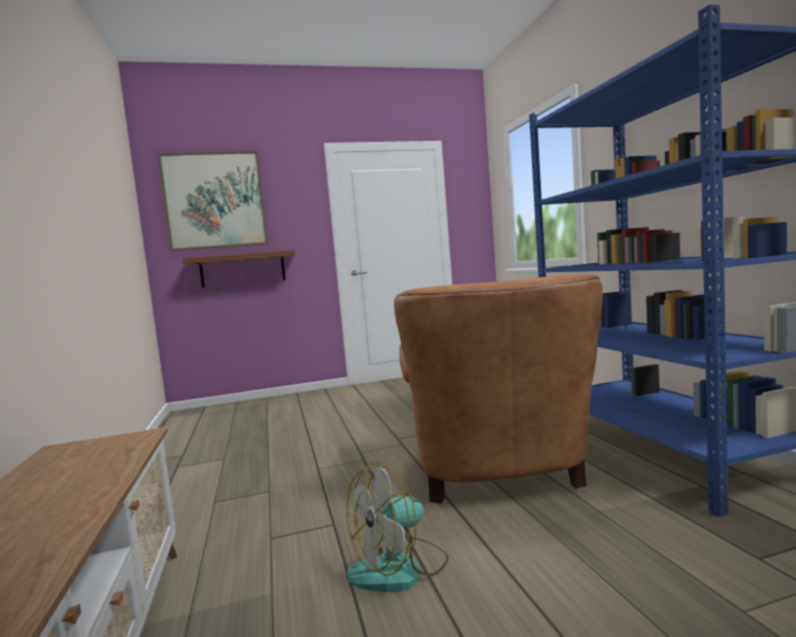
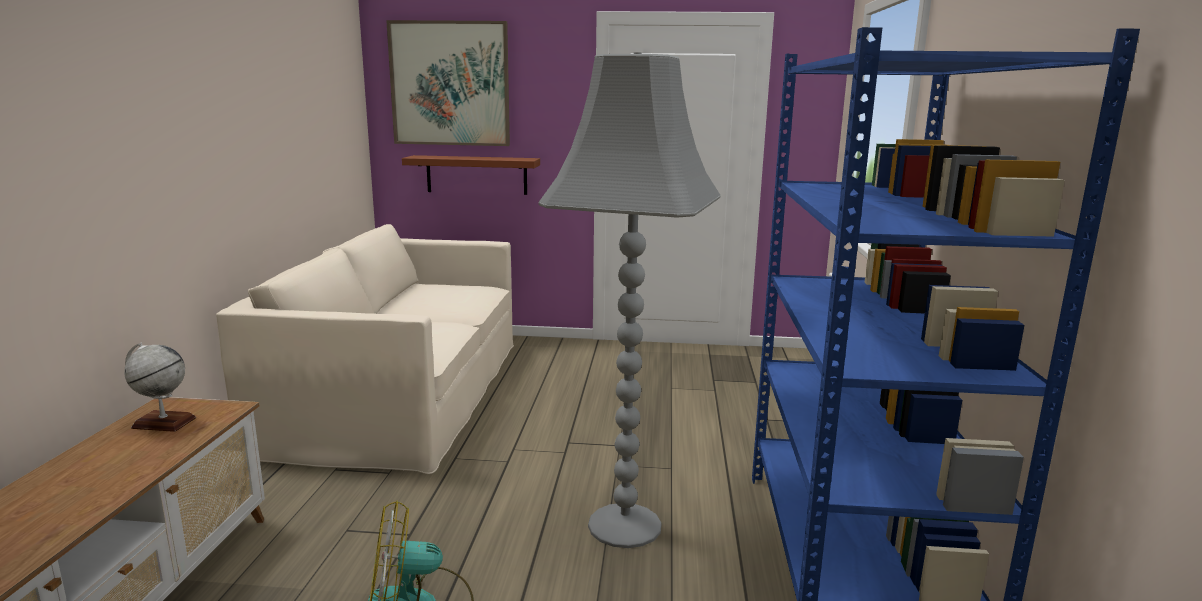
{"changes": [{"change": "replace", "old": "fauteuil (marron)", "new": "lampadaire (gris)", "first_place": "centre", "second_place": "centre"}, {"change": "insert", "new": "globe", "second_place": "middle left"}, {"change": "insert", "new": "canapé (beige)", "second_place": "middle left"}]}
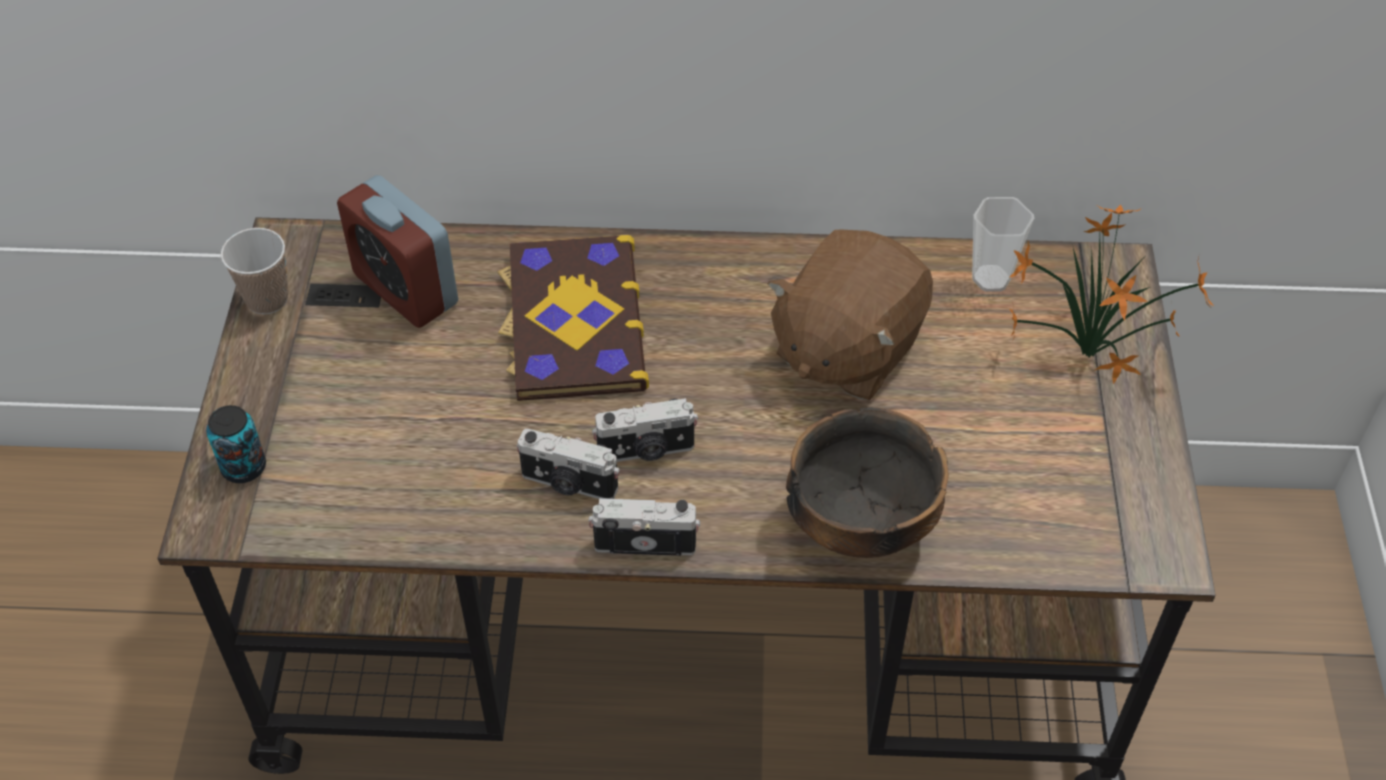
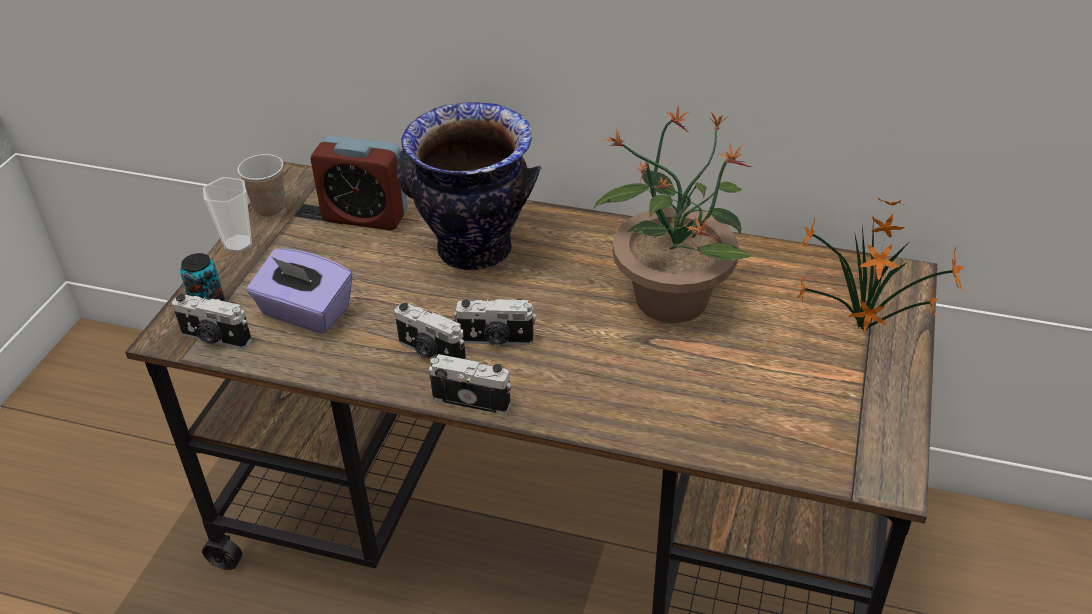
{"changes": [{"change": "rotate", "old": "réveil", "first_place": "top left", "second_place": "top left", "degrees": -45}, {"change": "replace", "old": "livre", "new": "vase", "first_place": "centre", "second_place": "top centre"}, {"change": "replace", "old": "peluche (marron)", "new": "plante en pot (1st from left)", "first_place": "centre", "second_place": "centre"}, {"change": "delete", "old": "bol", "first_place": "centre"}, {"change": "move", "old": "tasse (2nd from left in the first image)", "new": "tasse (1st from left)", "first_place": "top right", "second_place": "middle left"}, {"change": "insert", "new": "appareil photo (1st from left)", "second_place": "middle left"}, {"change": "insert", "new": "boîte à mouchoirs (violet)", "second_place": "middle left"}]}
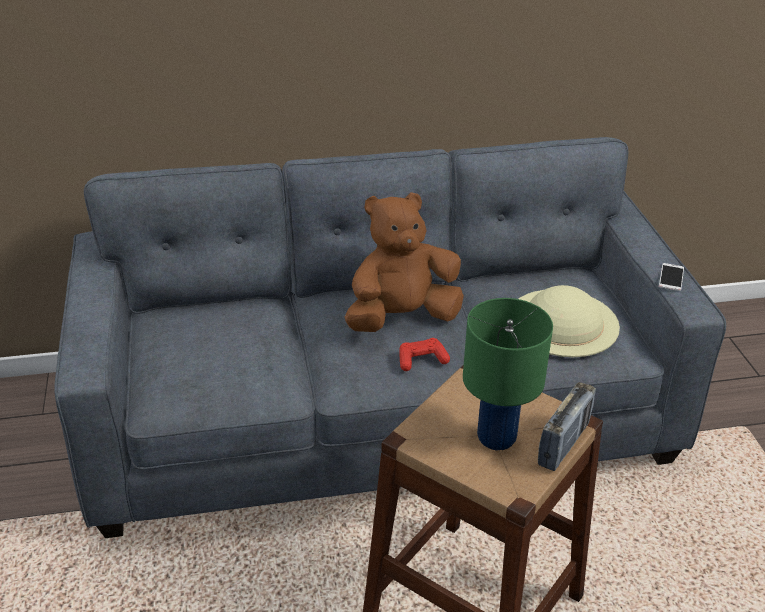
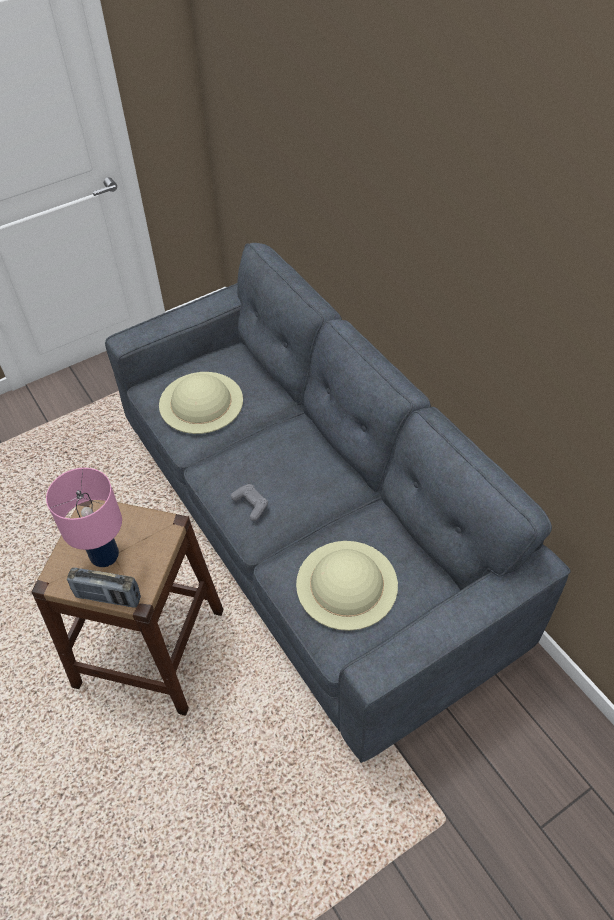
{"changes": [{"change": "delete", "old": "peluche (marron)", "first_place": "centre"}, {"change": "recolor", "old": "manette (rouge)", "new": "manette (gris)", "first_place": "centre", "second_place": "centre"}, {"change": "recolor", "old": "lampe de table (vert)", "new": "lampe de table (rose)", "first_place": "centre", "second_place": "middle left"}, {"change": "delete", "old": "téléphone", "first_place": "middle right"}, {"change": "insert", "new": "chapeau (beige) (1st from left)", "second_place": "middle left"}]}
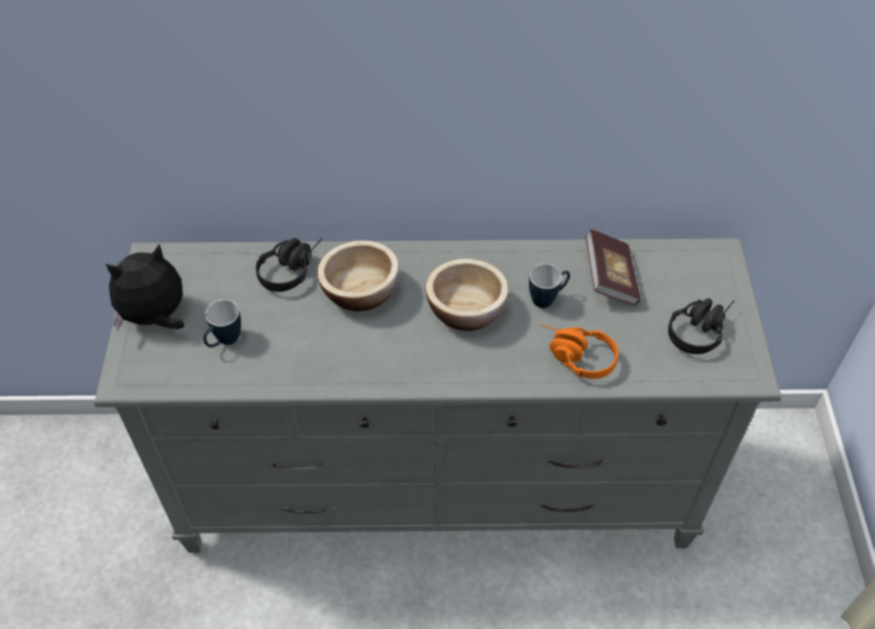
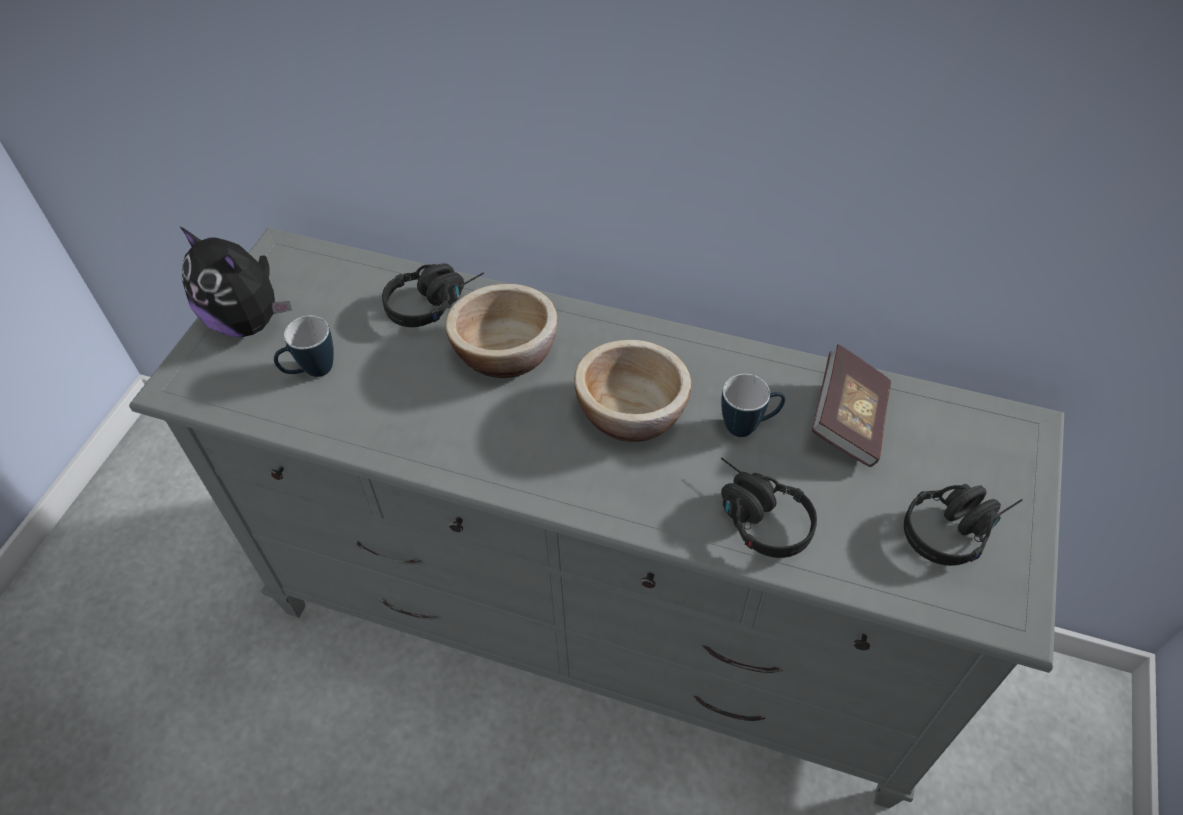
{"changes": [{"change": "rotate", "old": "peluche", "first_place": "middle left", "second_place": "middle left", "degrees": -135}, {"change": "recolor", "old": "casque audio (orange)", "new": "casque audio (noir) (2nd from left)", "first_place": "centre", "second_place": "centre"}]}
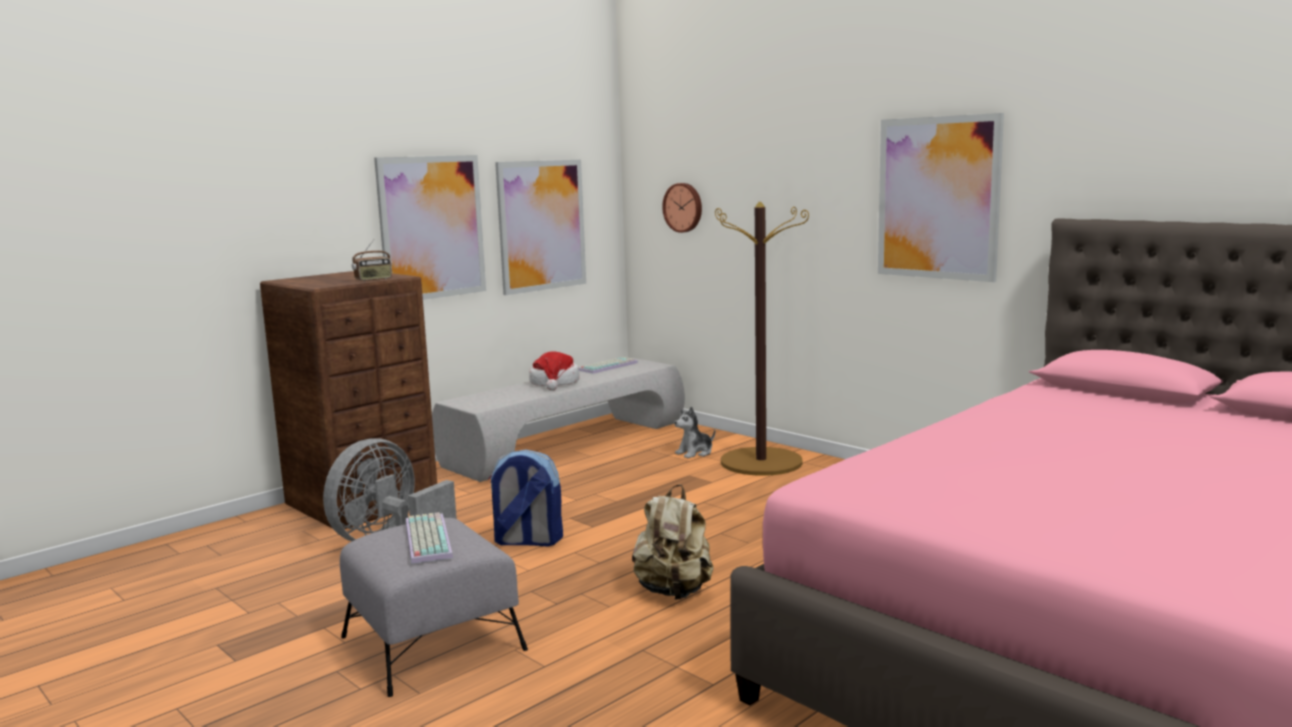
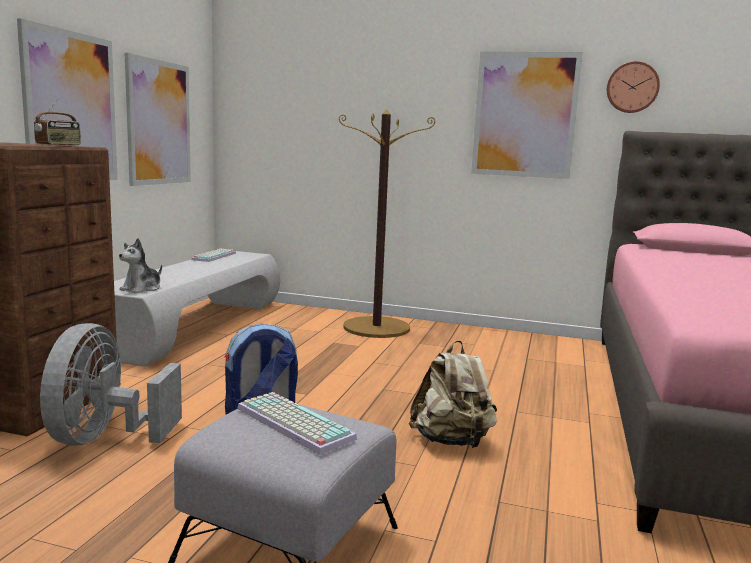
{"changes": [{"change": "delete", "old": "chapeau", "first_place": "centre"}, {"change": "move", "old": "horloge murale", "first_place": "top centre", "second_place": "top right"}, {"change": "move", "old": "peluche", "first_place": "centre", "second_place": "middle left"}]}
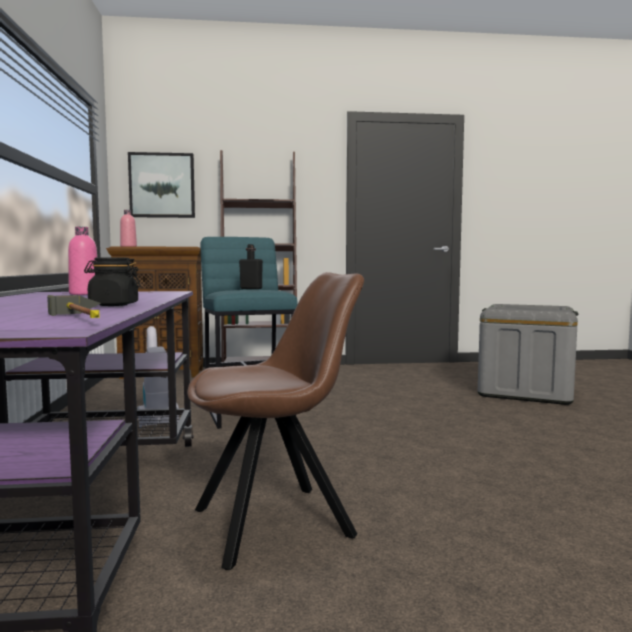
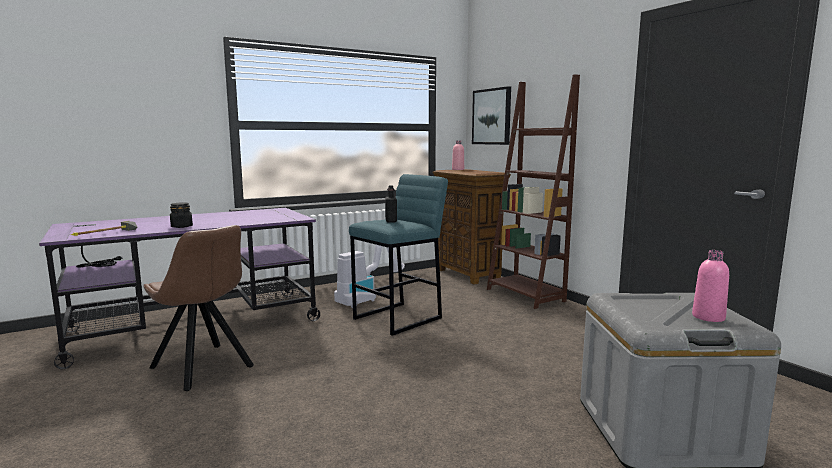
{"changes": [{"change": "move", "old": "bouteille (rose) (1st from left in the first image)", "new": "bouteille (rose) (2nd from left)", "first_place": "middle left", "second_place": "middle right"}]}
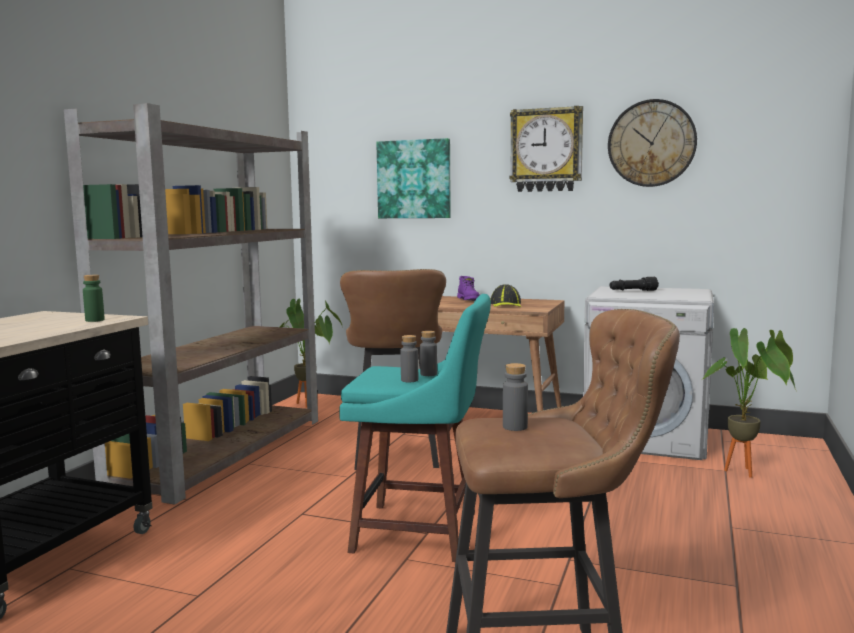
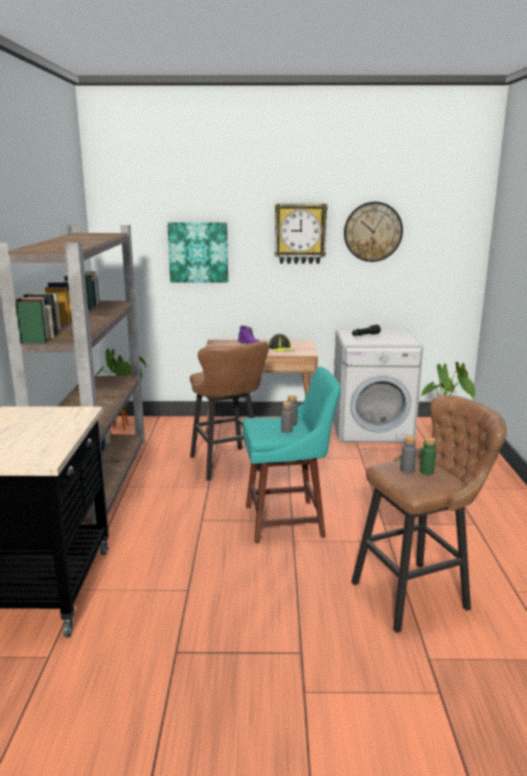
{"changes": [{"change": "move", "old": "bouteille (vert)", "first_place": "middle left", "second_place": "middle right"}]}
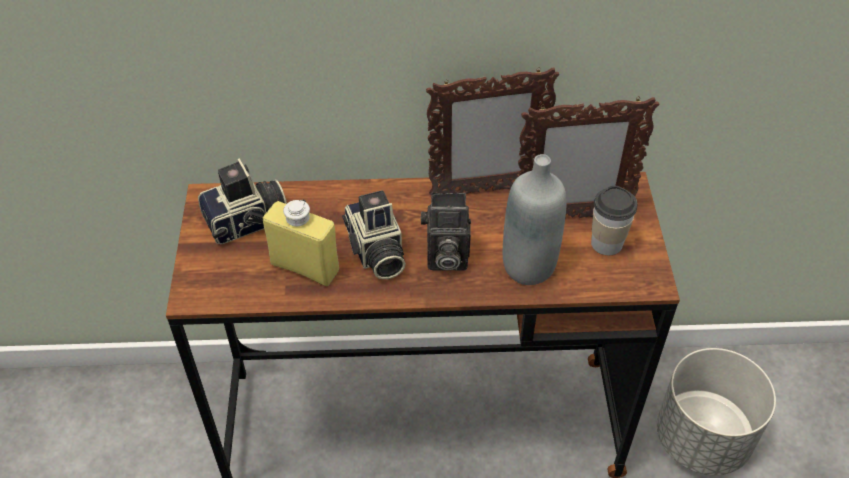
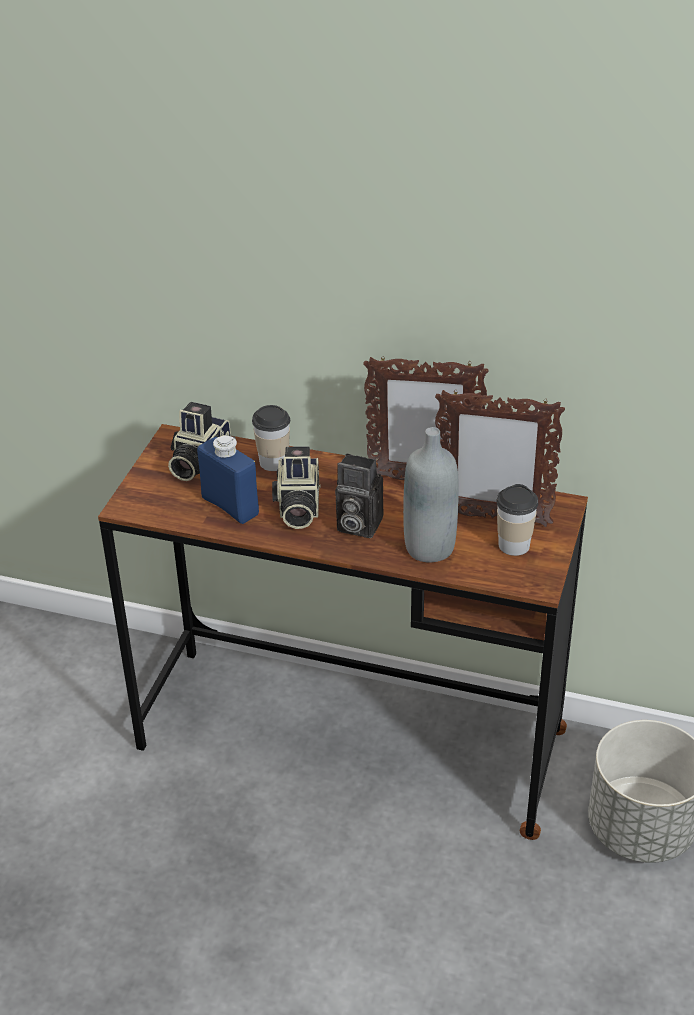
{"changes": [{"change": "rotate", "old": "appareil photo (1st from left)", "first_place": "middle left", "second_place": "middle left", "degrees": 120}, {"change": "recolor", "old": "bouteille (jaune)", "new": "bouteille (bleu)", "first_place": "centre", "second_place": "middle left"}, {"change": "insert", "new": "tasse (1st from left)", "second_place": "centre"}]}
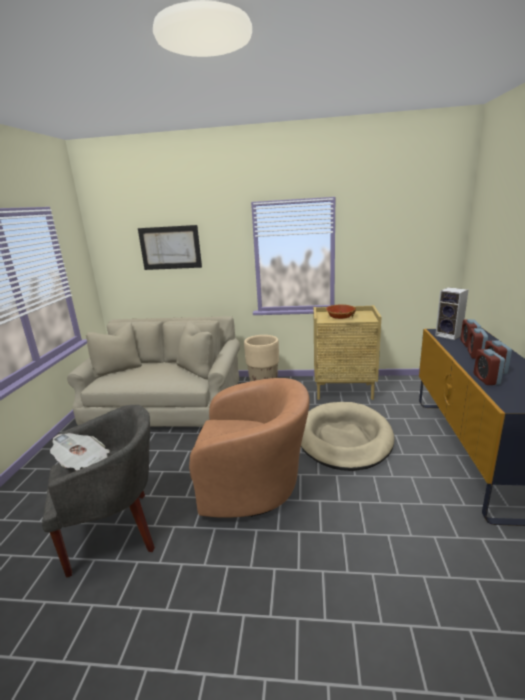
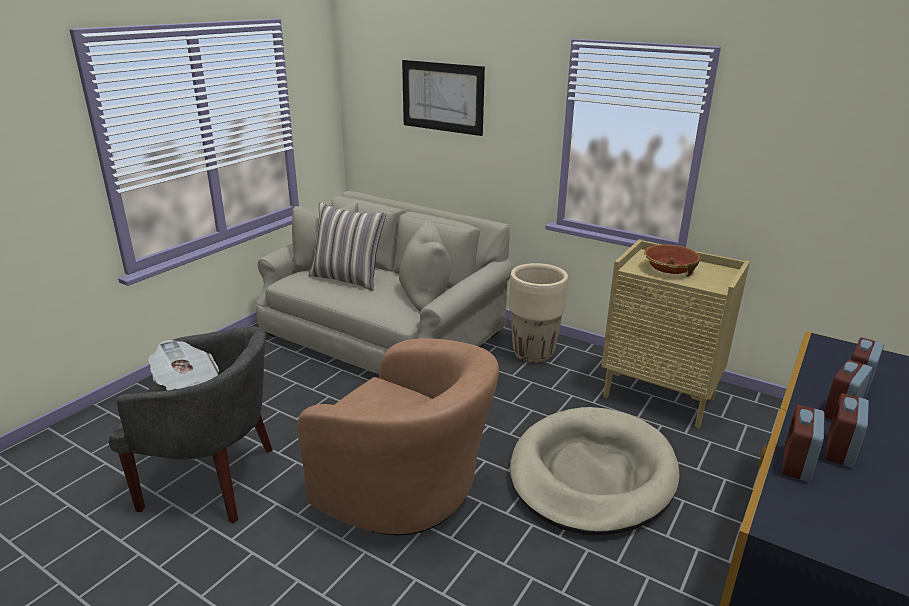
{"changes": [{"change": "delete", "old": "enceinte", "first_place": "middle right"}, {"change": "insert", "new": "coussin", "second_place": "centre"}]}
